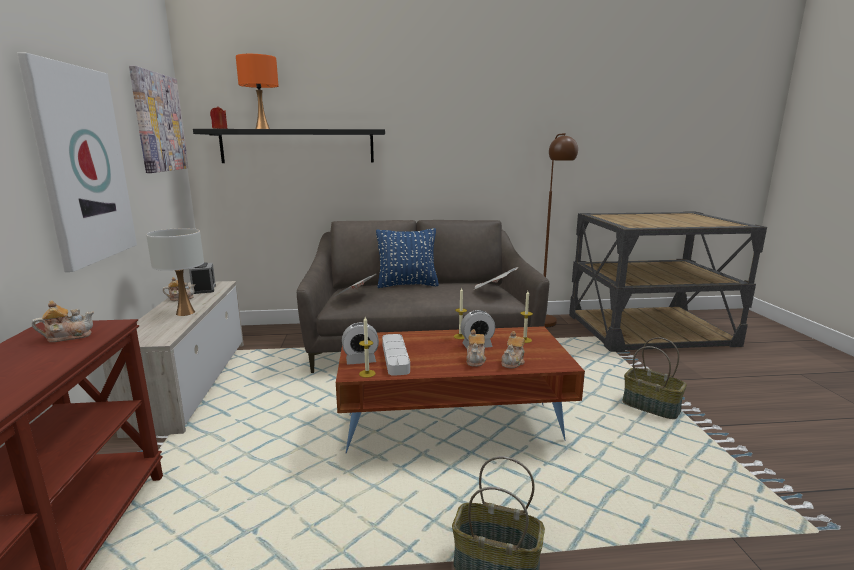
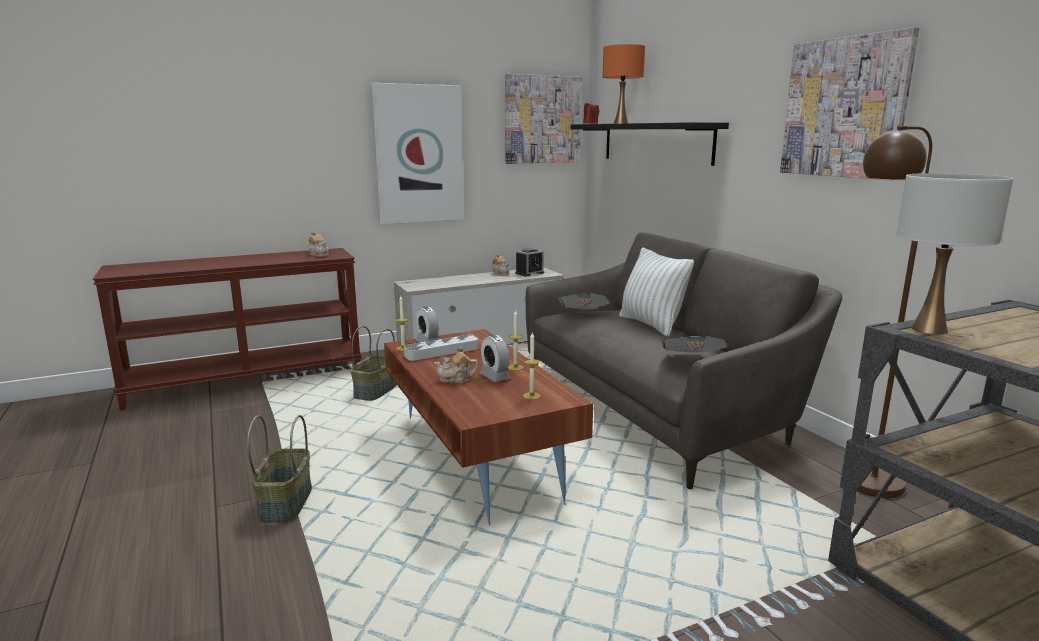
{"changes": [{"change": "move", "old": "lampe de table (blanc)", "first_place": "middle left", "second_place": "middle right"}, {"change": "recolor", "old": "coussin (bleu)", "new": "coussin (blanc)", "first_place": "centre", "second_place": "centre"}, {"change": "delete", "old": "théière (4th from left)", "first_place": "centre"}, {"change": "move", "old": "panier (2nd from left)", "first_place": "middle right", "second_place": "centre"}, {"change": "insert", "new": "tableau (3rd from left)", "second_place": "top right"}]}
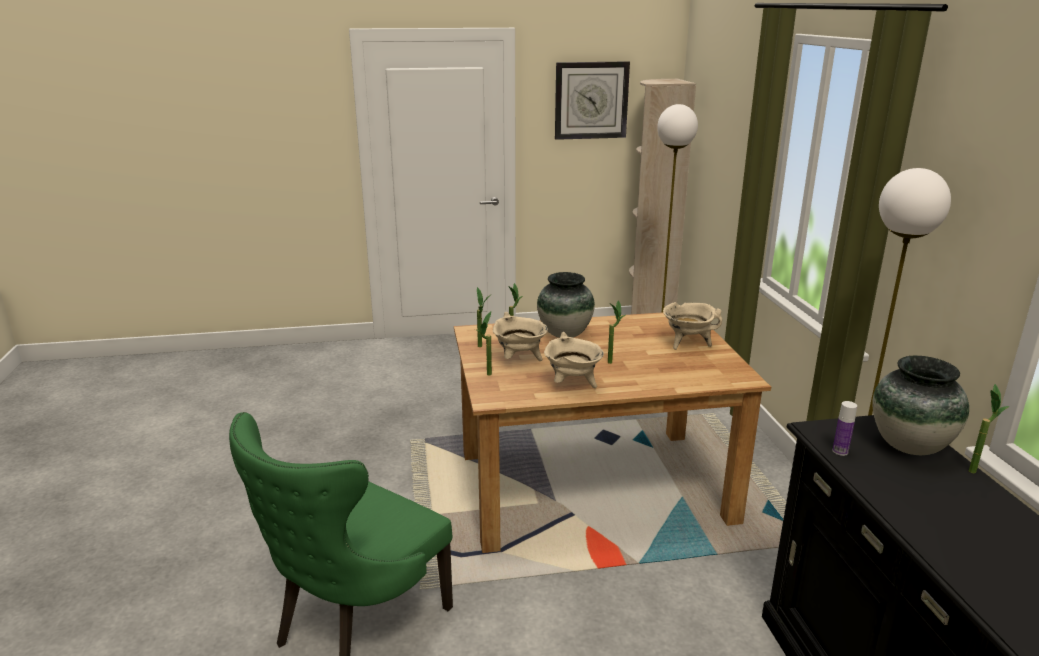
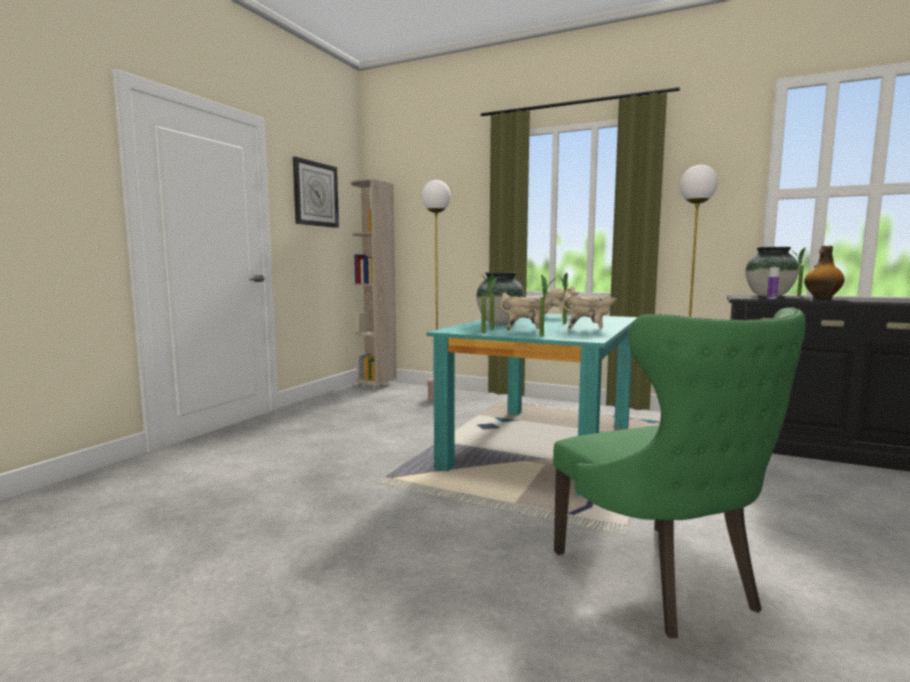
{"changes": [{"change": "recolor", "old": "table à manger (marron)", "new": "table à manger (turquoise)", "first_place": "centre", "second_place": "centre"}, {"change": "insert", "new": "bouteille (2nd from left)", "second_place": "middle right"}]}
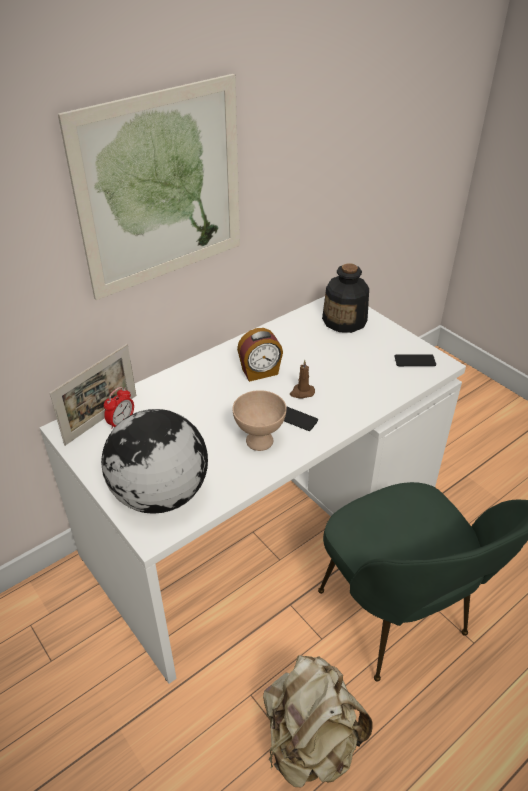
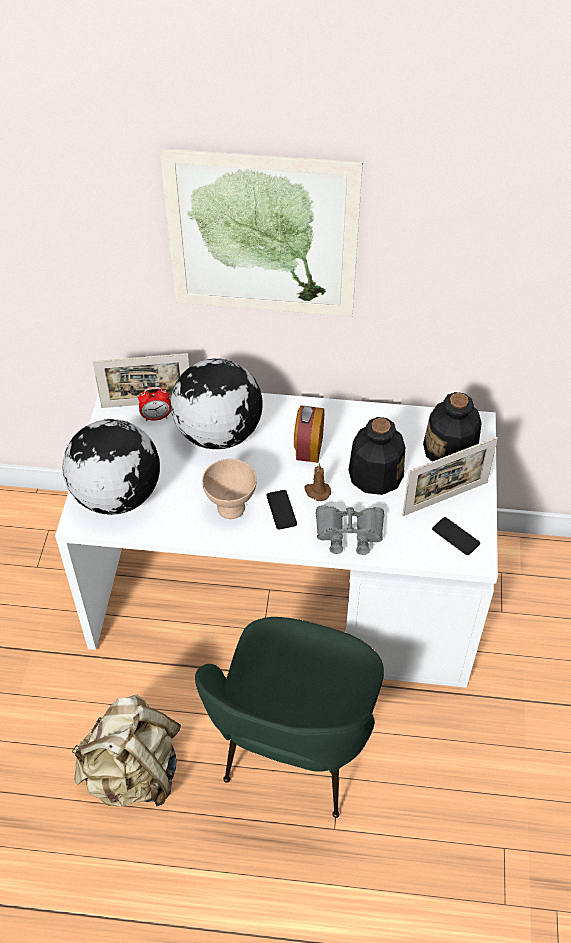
{"changes": [{"change": "rotate", "old": "réveil (2nd from left)", "first_place": "centre", "second_place": "centre", "degrees": 75}, {"change": "insert", "new": "globe (2nd from left)", "second_place": "centre"}, {"change": "insert", "new": "jumelles (gris)", "second_place": "centre"}, {"change": "insert", "new": "bouteille (1st from left)", "second_place": "centre"}, {"change": "insert", "new": "cadre photo (2nd from left)", "second_place": "middle right"}]}
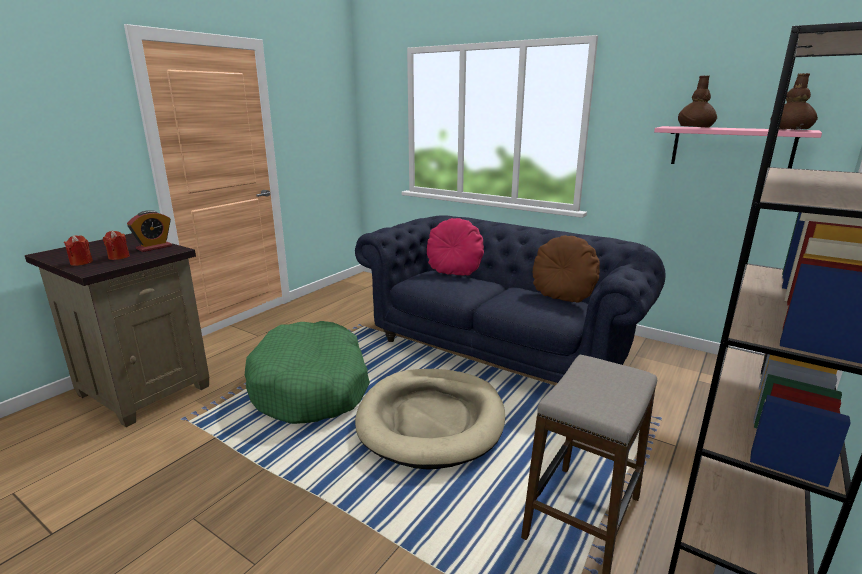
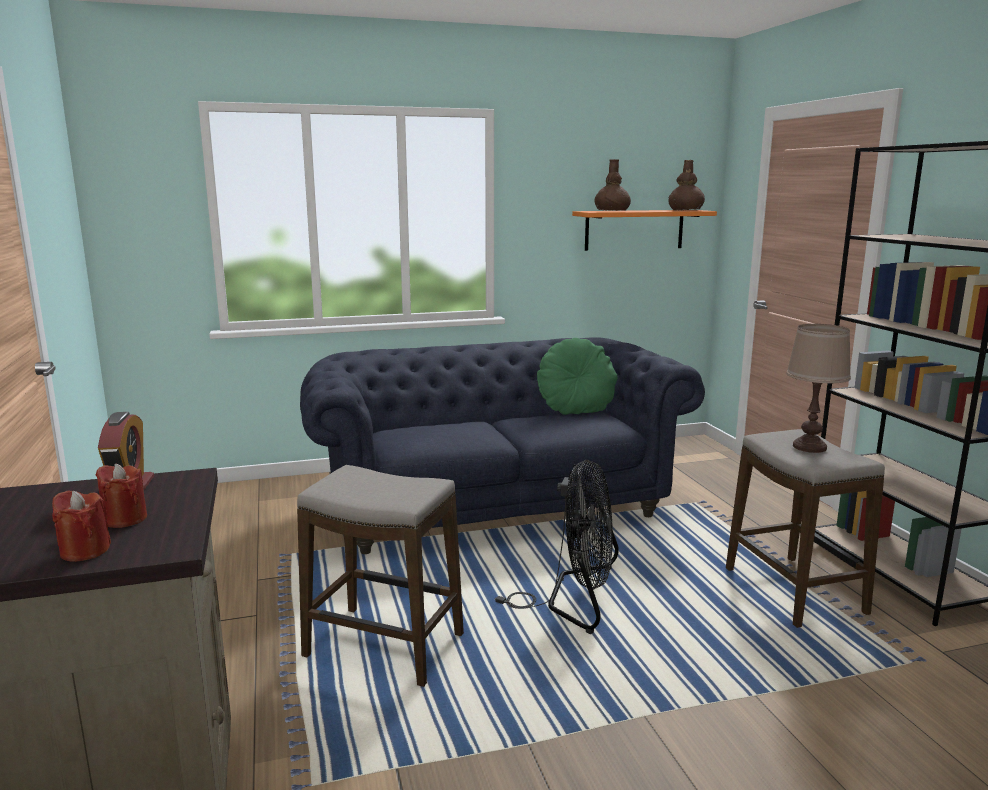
{"changes": [{"change": "replace", "old": "panier pour chien (vert)", "new": "tabouret (1st from left)", "first_place": "centre", "second_place": "bottom centre"}, {"change": "replace", "old": "panier pour chien (beige)", "new": "ventilateur (noir)", "first_place": "bottom centre", "second_place": "bottom centre"}, {"change": "delete", "old": "coussin (rose)", "first_place": "centre"}, {"change": "recolor", "old": "coussin (marron)", "new": "coussin (vert)", "first_place": "centre", "second_place": "centre"}, {"change": "recolor", "old": "étagère (rose)", "new": "étagère (orange)", "first_place": "top right", "second_place": "top centre"}, {"change": "insert", "new": "lampe de table (marron)", "second_place": "middle right"}]}
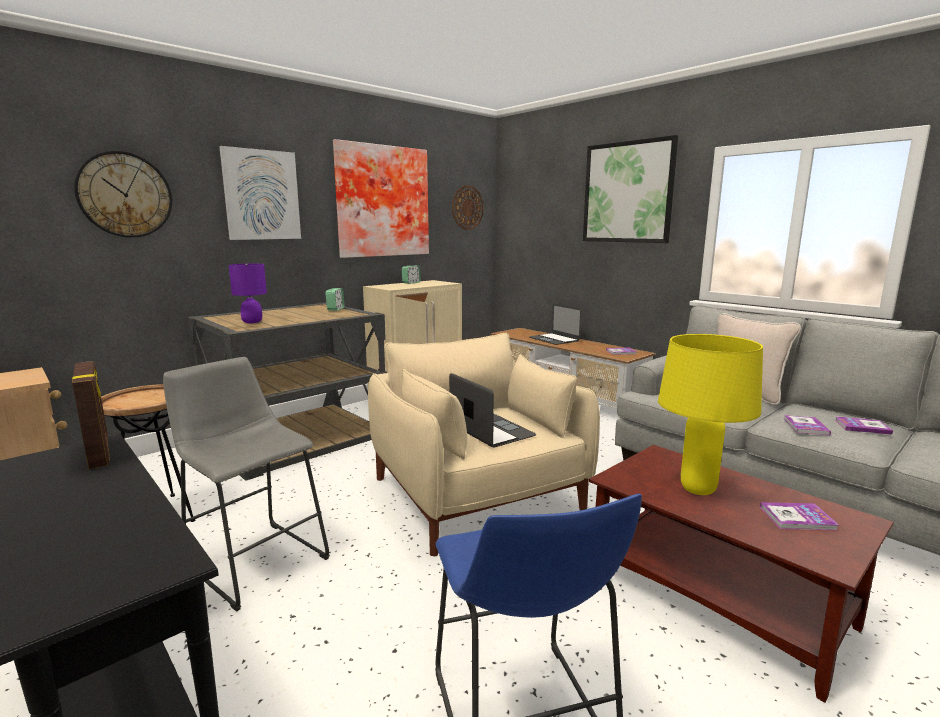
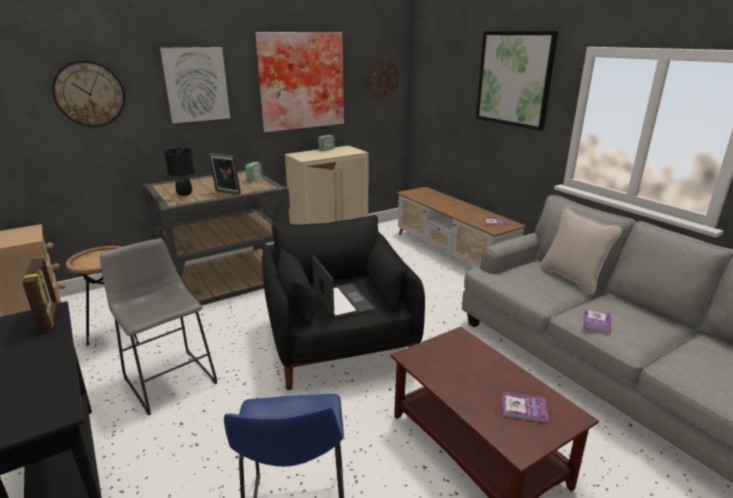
{"changes": [{"change": "recolor", "old": "lampe de table (violet)", "new": "lampe de table (noir)", "first_place": "middle left", "second_place": "middle left"}, {"change": "recolor", "old": "fauteuil (beige)", "new": "fauteuil (noir)", "first_place": "centre", "second_place": "centre"}, {"change": "delete", "old": "ordinateur portable (2nd from left)", "first_place": "centre"}, {"change": "delete", "old": "lampe de table (jaune)", "first_place": "middle right"}, {"change": "delete", "old": "livre (4th from left)", "first_place": "middle right"}, {"change": "insert", "new": "cadre photo (2nd from left)", "second_place": "middle left"}]}
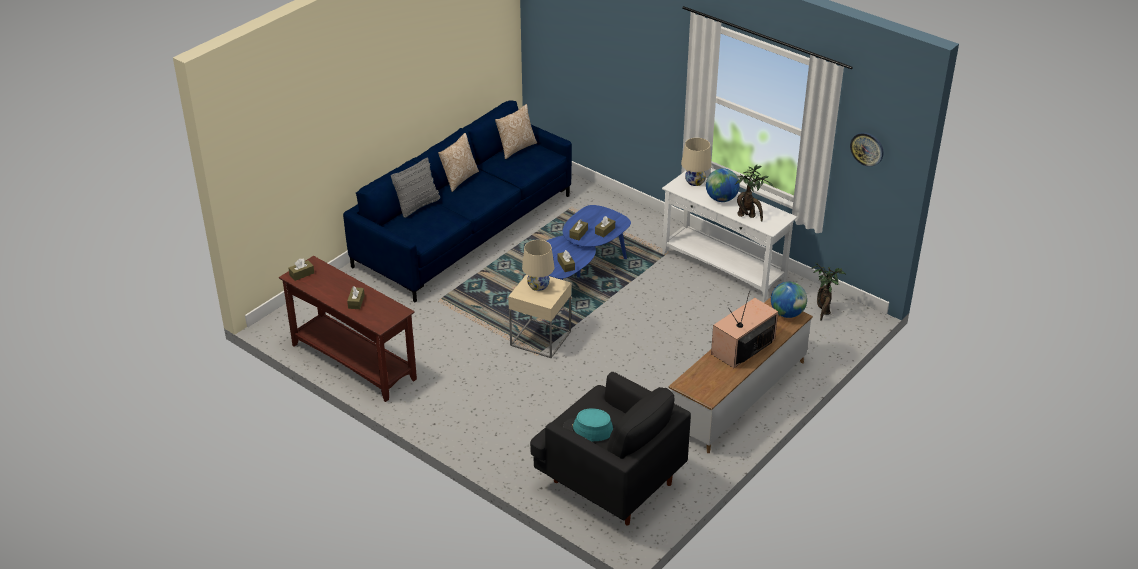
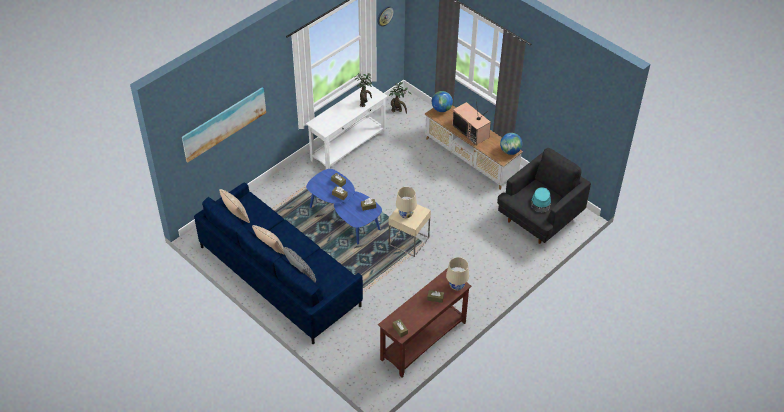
{"changes": [{"change": "move", "old": "lampe de table (beige) (2nd from left)", "first_place": "top centre", "second_place": "centre"}, {"change": "move", "old": "globe (1st from left in the first image)", "new": "globe (2nd from left)", "first_place": "top centre", "second_place": "centre"}, {"change": "insert", "new": "tableau", "second_place": "top left"}]}
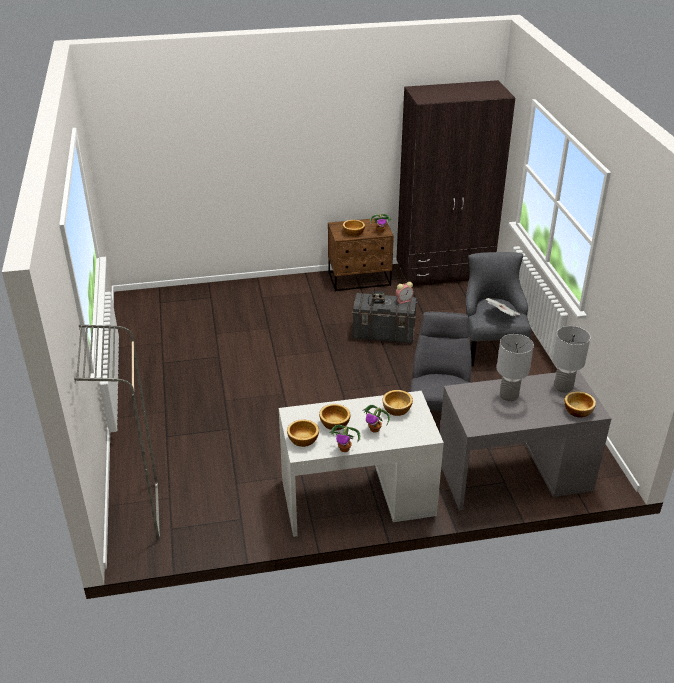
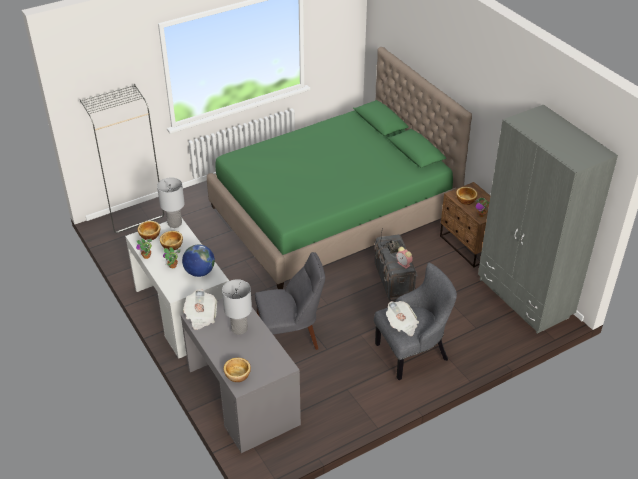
{"changes": [{"change": "replace", "old": "bol (4th from left)", "new": "globe", "first_place": "centre", "second_place": "middle left"}, {"change": "recolor", "old": "armoire (marron)", "new": "armoire (gris)", "first_place": "top right", "second_place": "middle right"}, {"change": "move", "old": "lampe de table (gris) (2nd from left in the first image)", "new": "lampe de table (gris) (1st from left)", "first_place": "middle right", "second_place": "middle left"}, {"change": "insert", "new": "journal (1st from left)", "second_place": "middle left"}, {"change": "insert", "new": "lit (vert)", "second_place": "centre"}]}
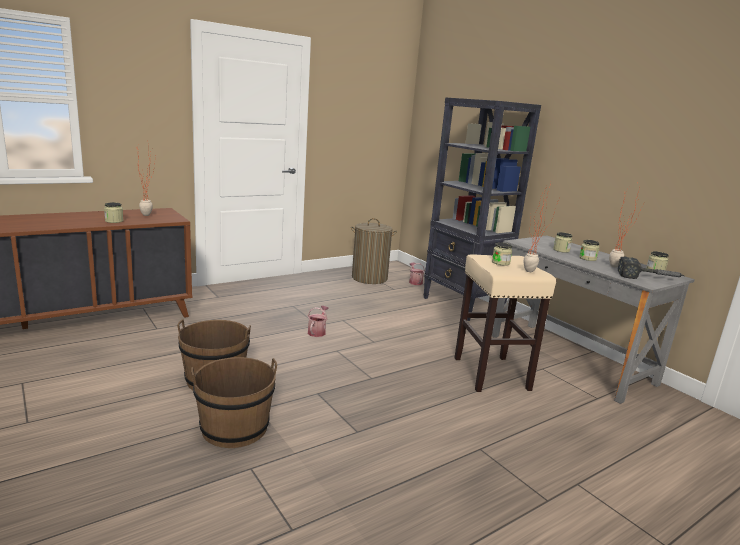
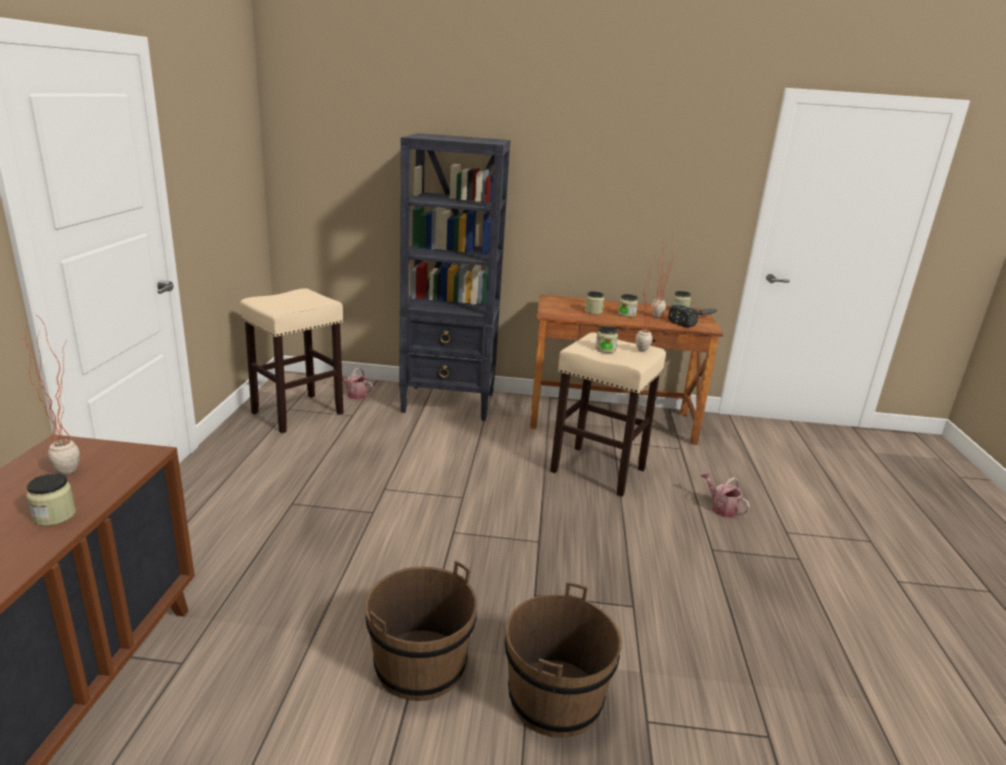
{"changes": [{"change": "move", "old": "arrosoir (1st from left in the first image)", "new": "arrosoir (2nd from left)", "first_place": "centre", "second_place": "middle right"}, {"change": "replace", "old": "panier à linge", "new": "tabouret (beige) (1st from left)", "first_place": "centre", "second_place": "middle left"}, {"change": "recolor", "old": "bureau (gris)", "new": "bureau (marron)", "first_place": "middle right", "second_place": "centre"}]}
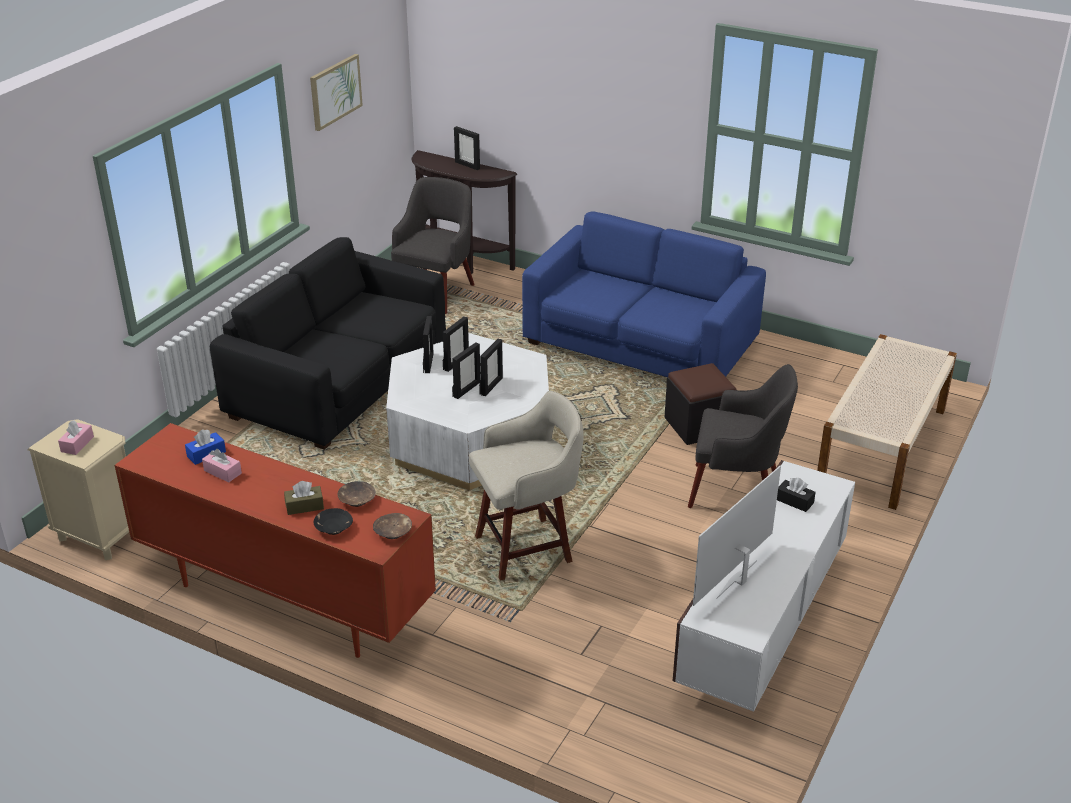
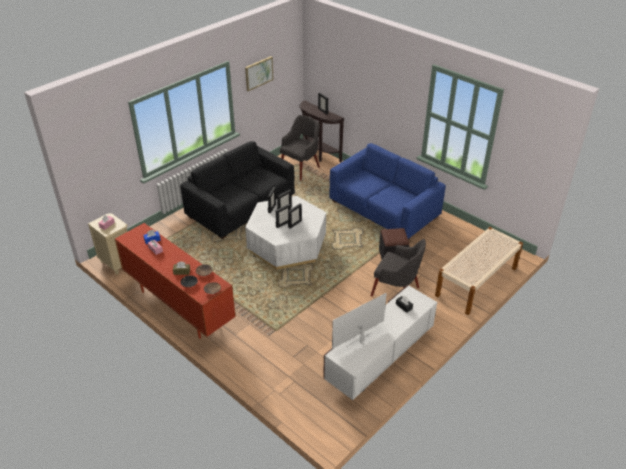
{"changes": [{"change": "delete", "old": "tabouret (beige)", "first_place": "centre"}]}
